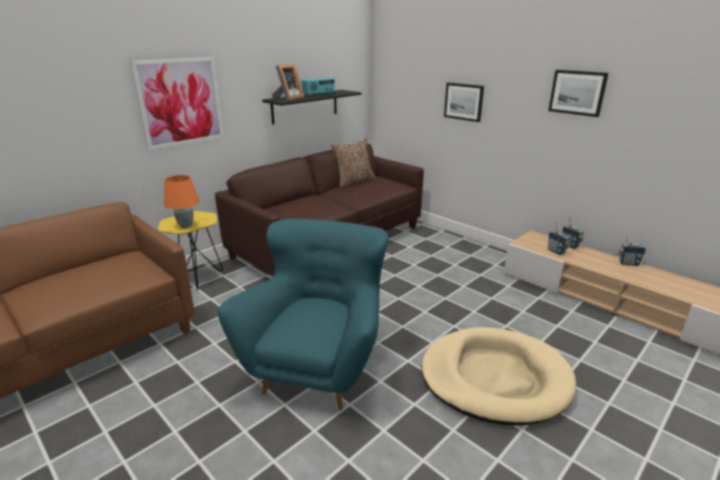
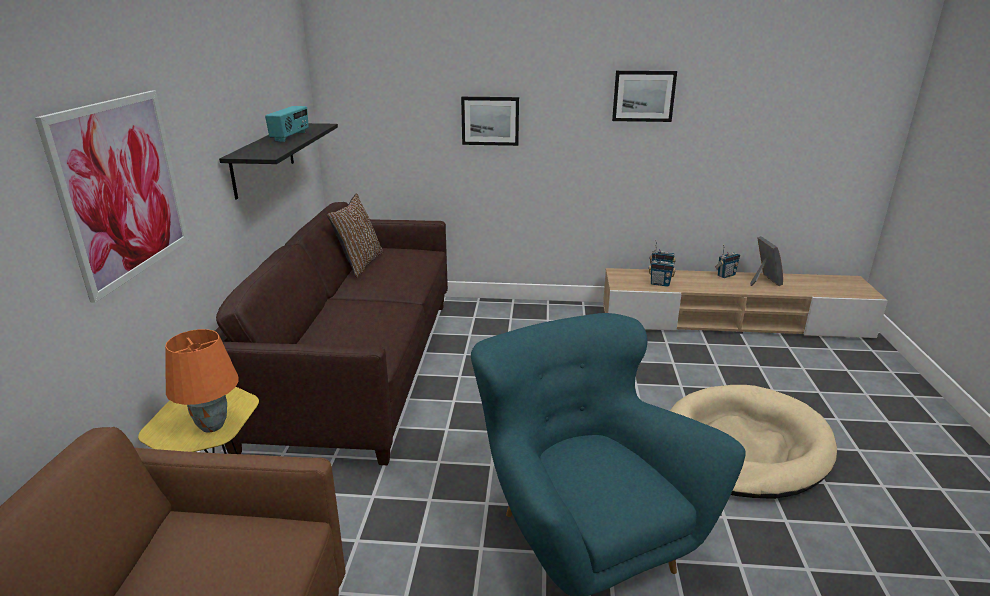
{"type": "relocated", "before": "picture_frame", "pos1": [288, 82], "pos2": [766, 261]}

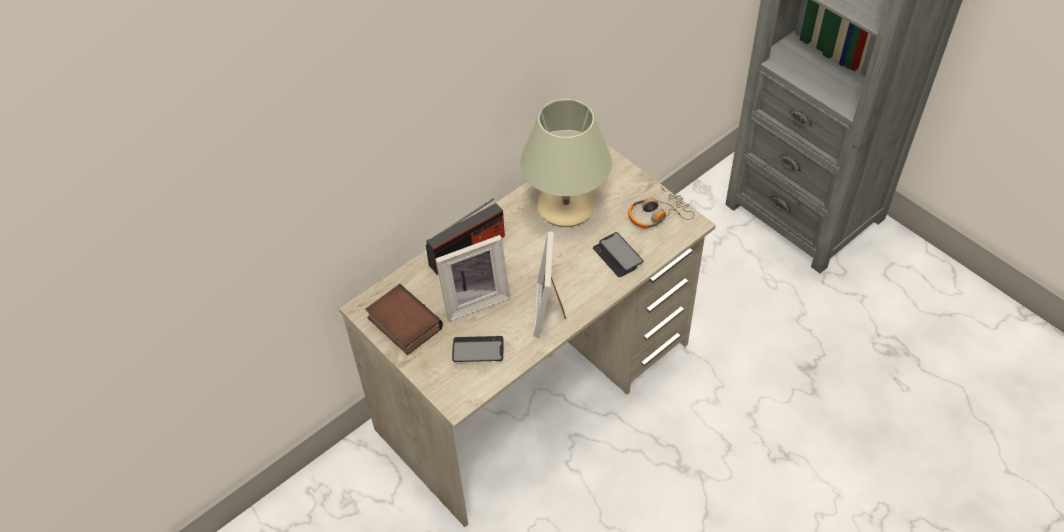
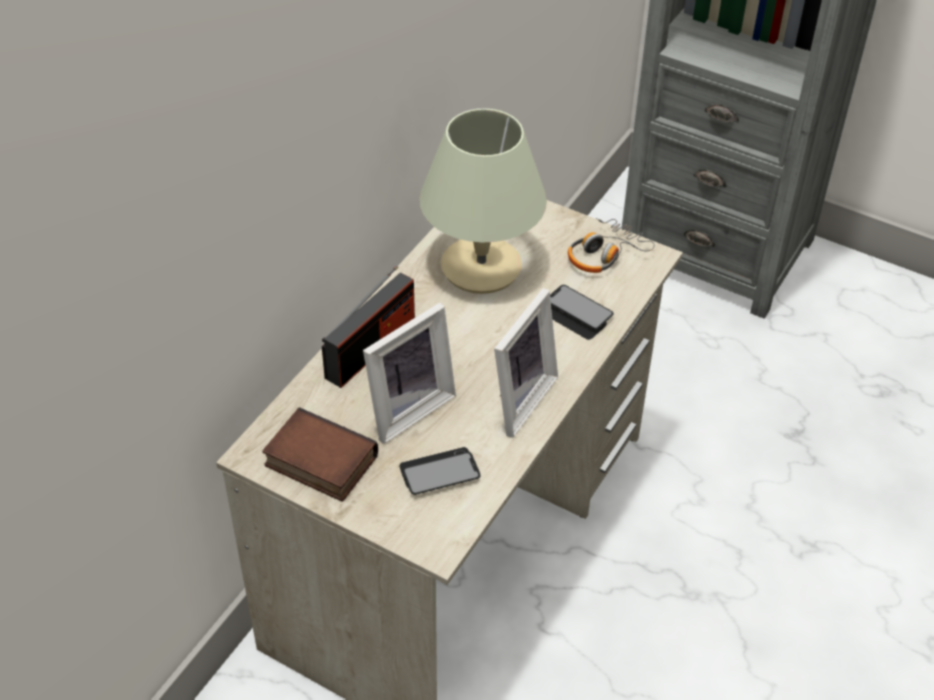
{"type": "spun", "before": "picture_frame", "pos1": [550, 284], "pos2": [526, 363], "turn": -135}

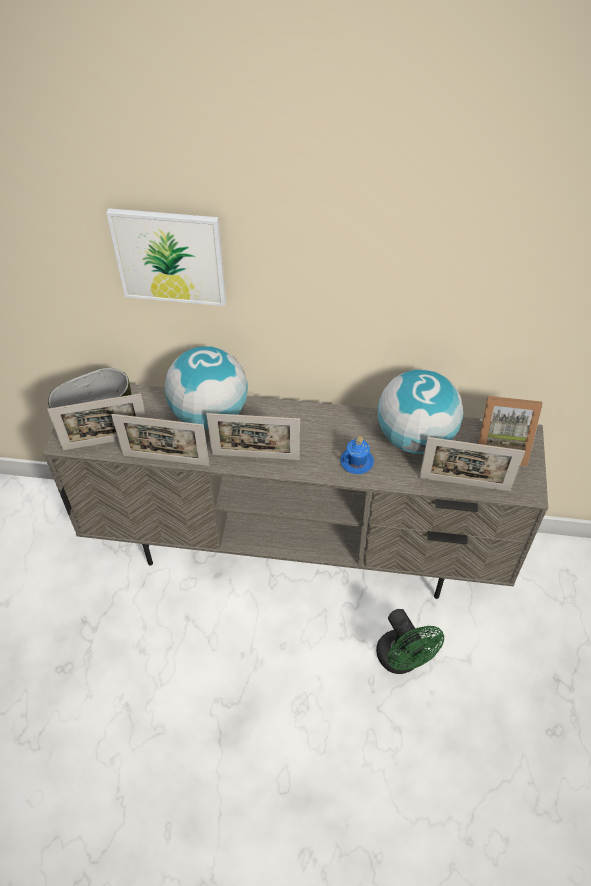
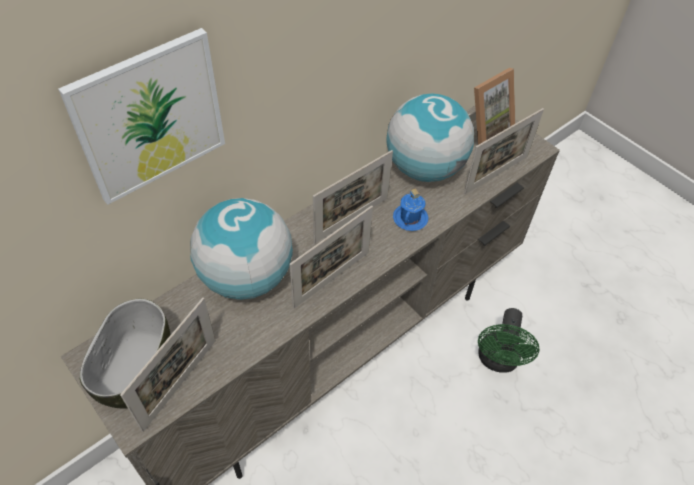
{"type": "relocated", "before": "picture_frame", "pos1": [160, 440], "pos2": [353, 196]}
{"type": "spun", "before": "greenish_fan", "pos1": [410, 641], "pos2": [508, 340], "turn": 90}

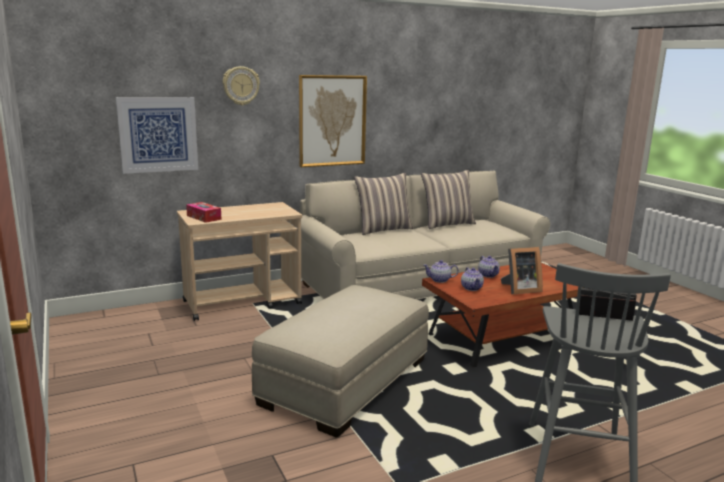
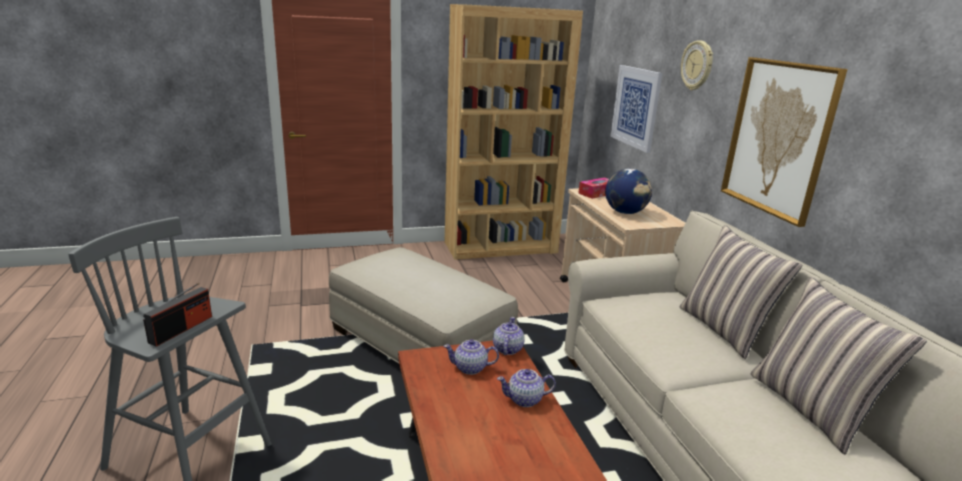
{"type": "missing", "before": "picture_frame", "pos1": [522, 270]}
{"type": "appeared", "after": "brown_shelving_unit", "pos2": [514, 132]}
{"type": "appeared", "after": "world_globe", "pos2": [628, 191]}

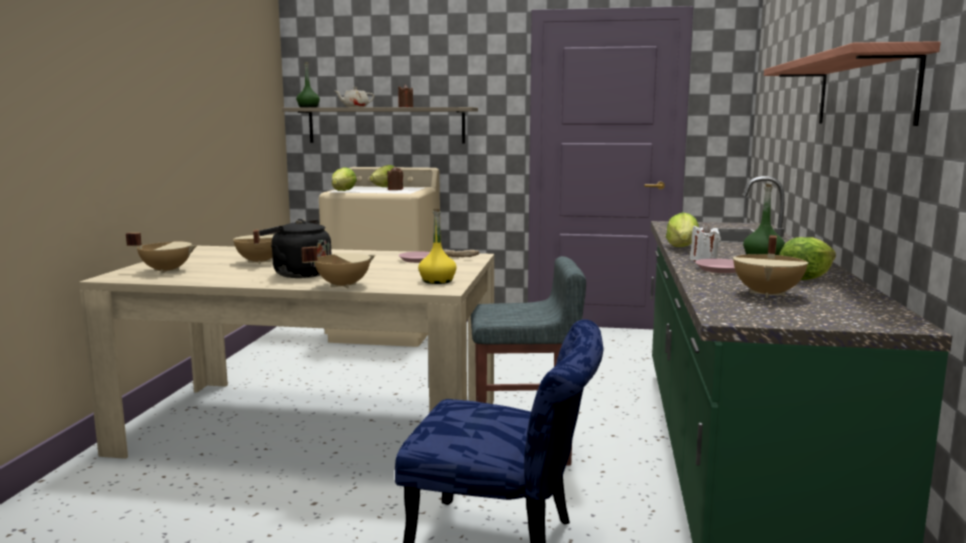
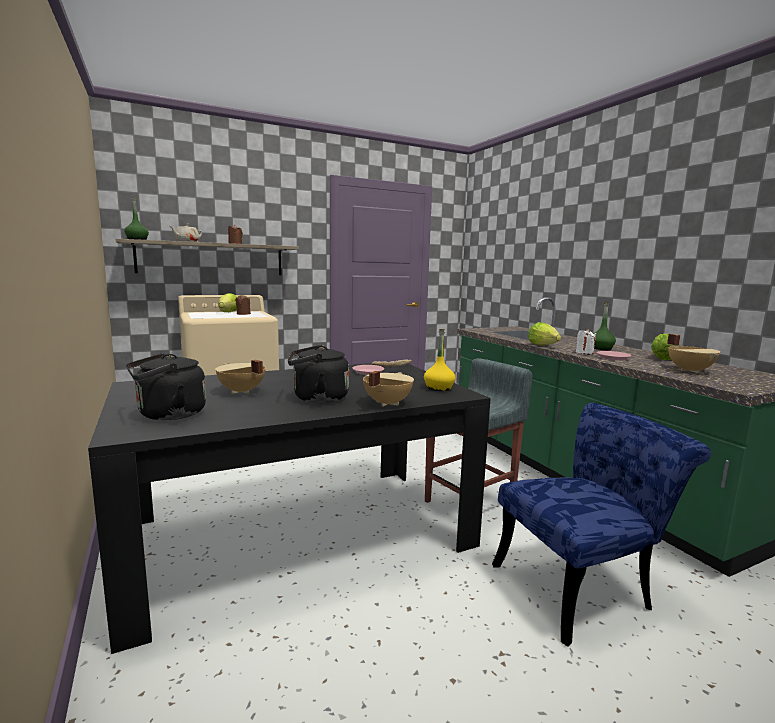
{"type": "missing", "before": "lettuce", "pos1": [344, 179]}
{"type": "missing", "before": "bracket_shelf", "pos1": [852, 83]}
{"type": "exchanged", "before": "sand-coloured_stockpot", "after": "blackish_water_kettle", "pos1": [161, 253], "pos2": [166, 386]}
{"type": "colour", "before": "sand-coloured_dining_table", "after": "blackish_dining_table", "pos1": [286, 352], "pos2": [289, 508]}

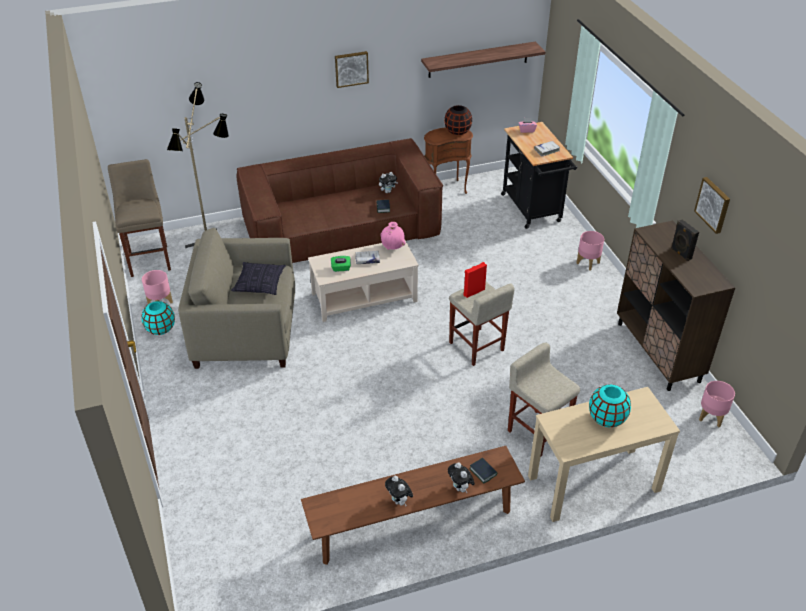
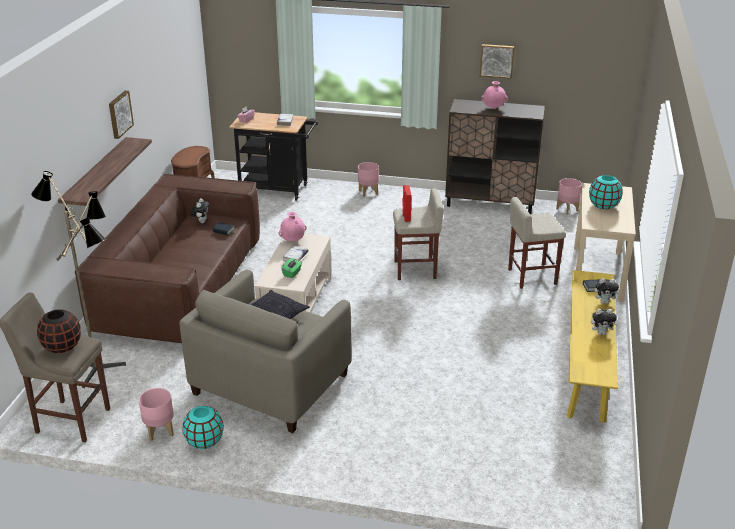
{"type": "relocated", "before": "bracket_shelf", "pos1": [483, 60], "pos2": [105, 176]}
{"type": "relocated", "before": "blackish_flower_vase", "pos1": [458, 120], "pos2": [59, 331]}
{"type": "exchanged", "before": "blackish_audio_speaker", "after": "pinkish_flower_vase", "pos1": [685, 240], "pos2": [494, 95]}
{"type": "colour", "before": "brown_long_seat", "after": "yellow-coloured_long_seat", "pos1": [413, 505], "pos2": [592, 346]}

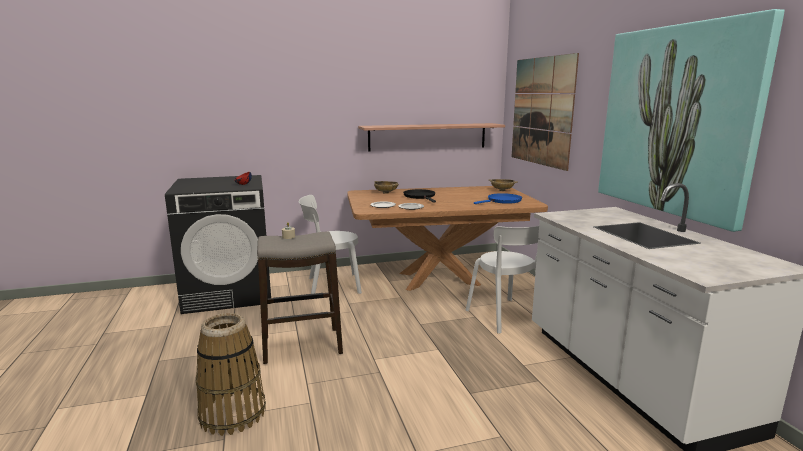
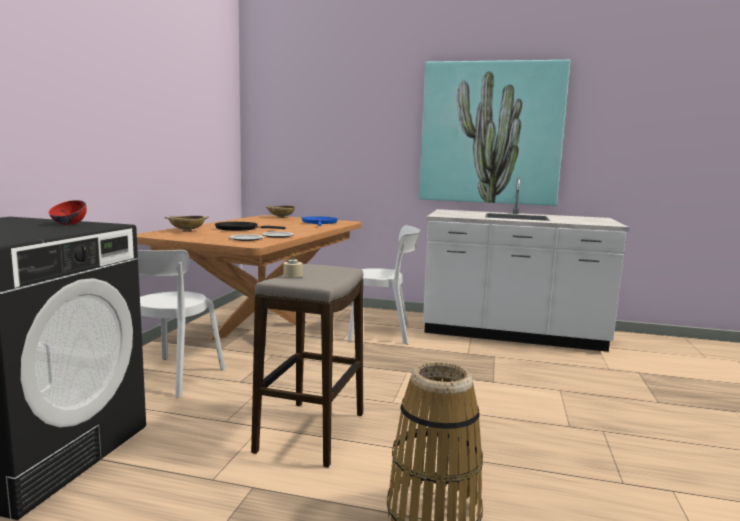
{"type": "missing", "before": "bracket_shelf", "pos1": [431, 137]}
{"type": "missing", "before": "wall_art", "pos1": [545, 112]}

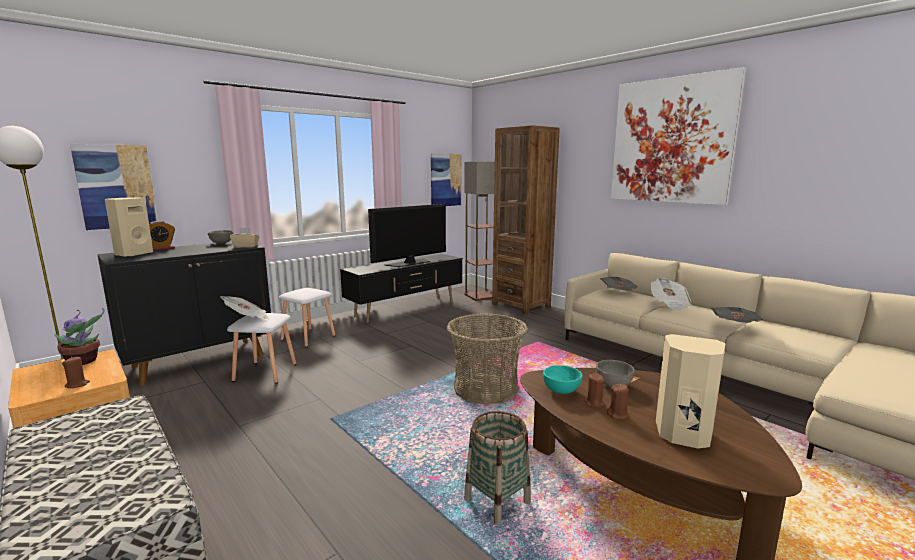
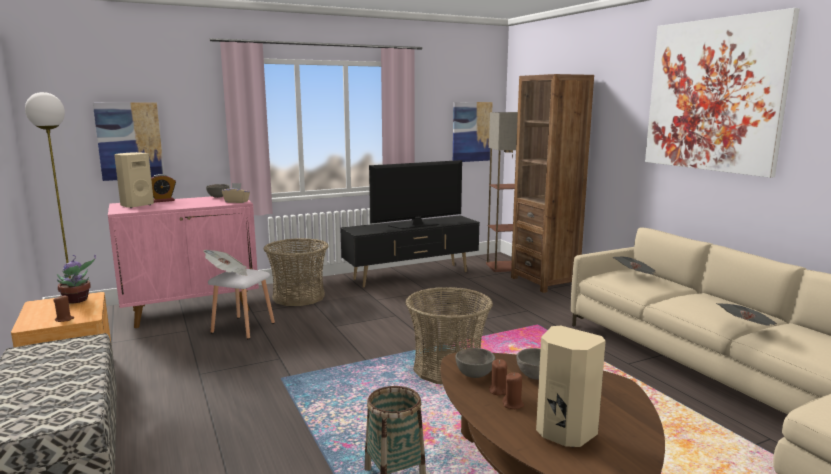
{"type": "missing", "before": "newspaper", "pos1": [671, 294]}
{"type": "exchanged", "before": "whitish_sitting_stool", "after": "household_basket", "pos1": [307, 317], "pos2": [296, 272]}
{"type": "colour", "before": "blackish_cabinet", "after": "pinkish_cabinet", "pos1": [184, 313], "pos2": [183, 262]}
{"type": "colour", "before": "turquoise-coloured_deep_dish", "after": "greyish_deep_dish", "pos1": [563, 379], "pos2": [475, 363]}

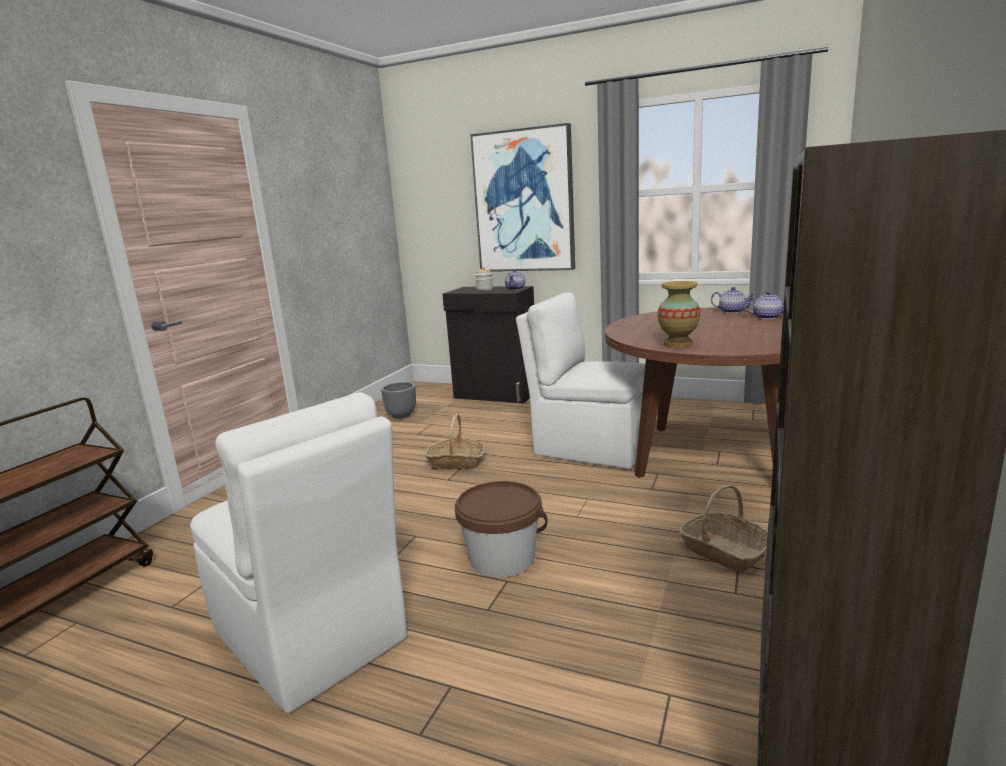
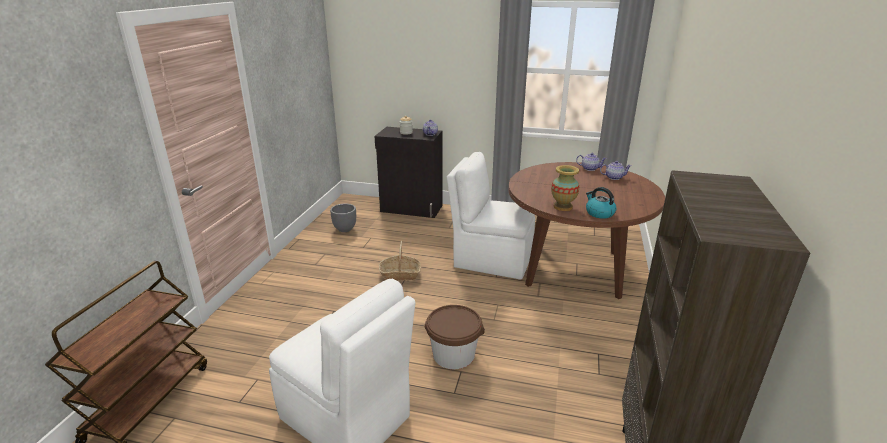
{"type": "missing", "before": "wall_art", "pos1": [522, 197]}
{"type": "missing", "before": "household_basket", "pos1": [723, 528]}
{"type": "appeared", "after": "water_kettle", "pos2": [601, 203]}

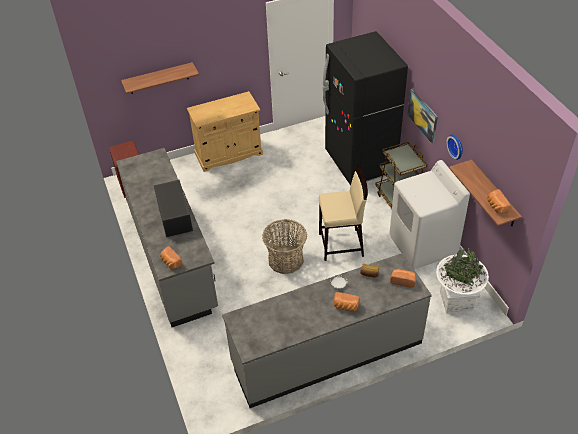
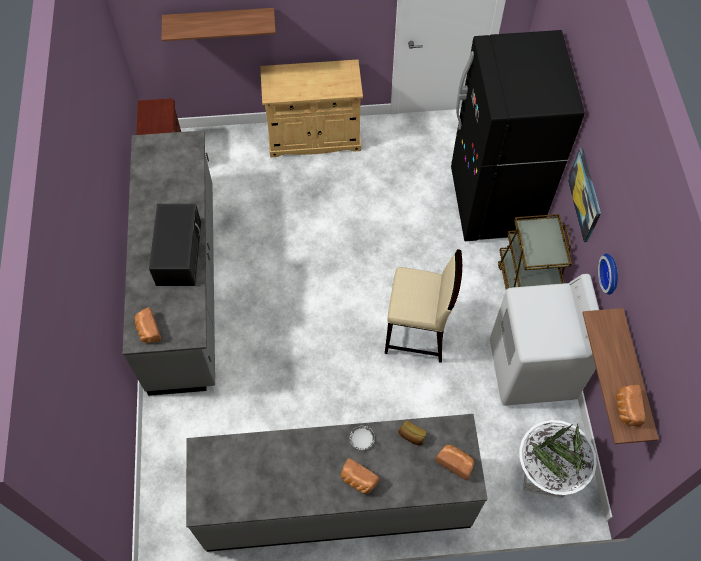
{"type": "missing", "before": "household_basket", "pos1": [284, 246]}

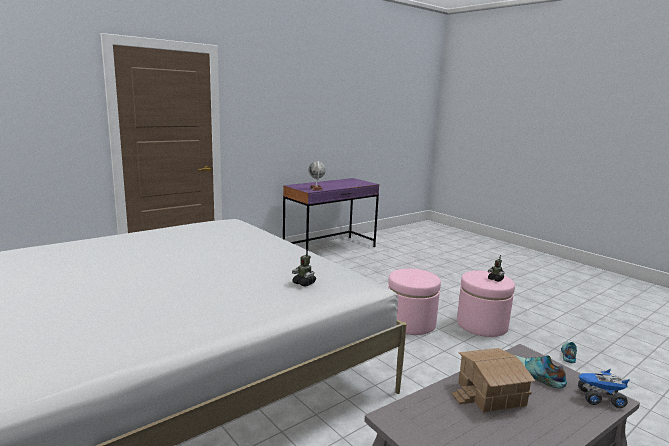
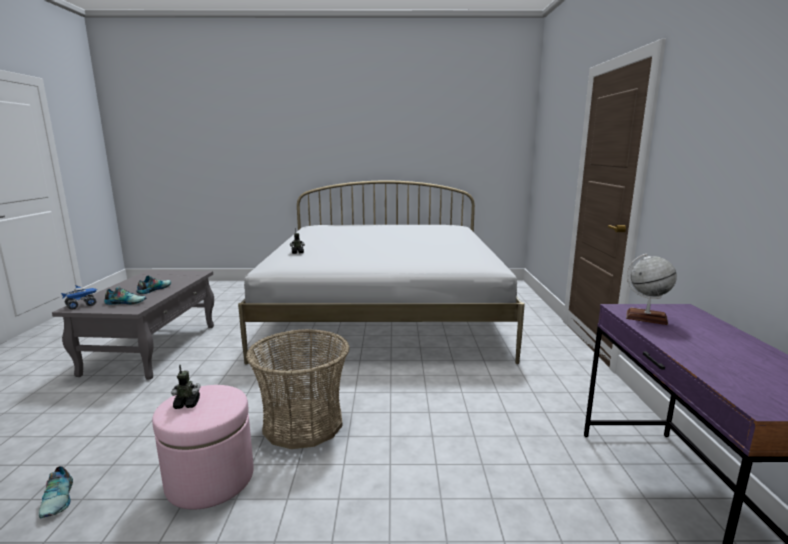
{"type": "exchanged", "before": "pinkish_footrest", "after": "household_basket", "pos1": [414, 302], "pos2": [298, 389]}
{"type": "exchanged", "before": "miniature_house", "after": "low_shoe", "pos1": [493, 380], "pos2": [153, 284]}

